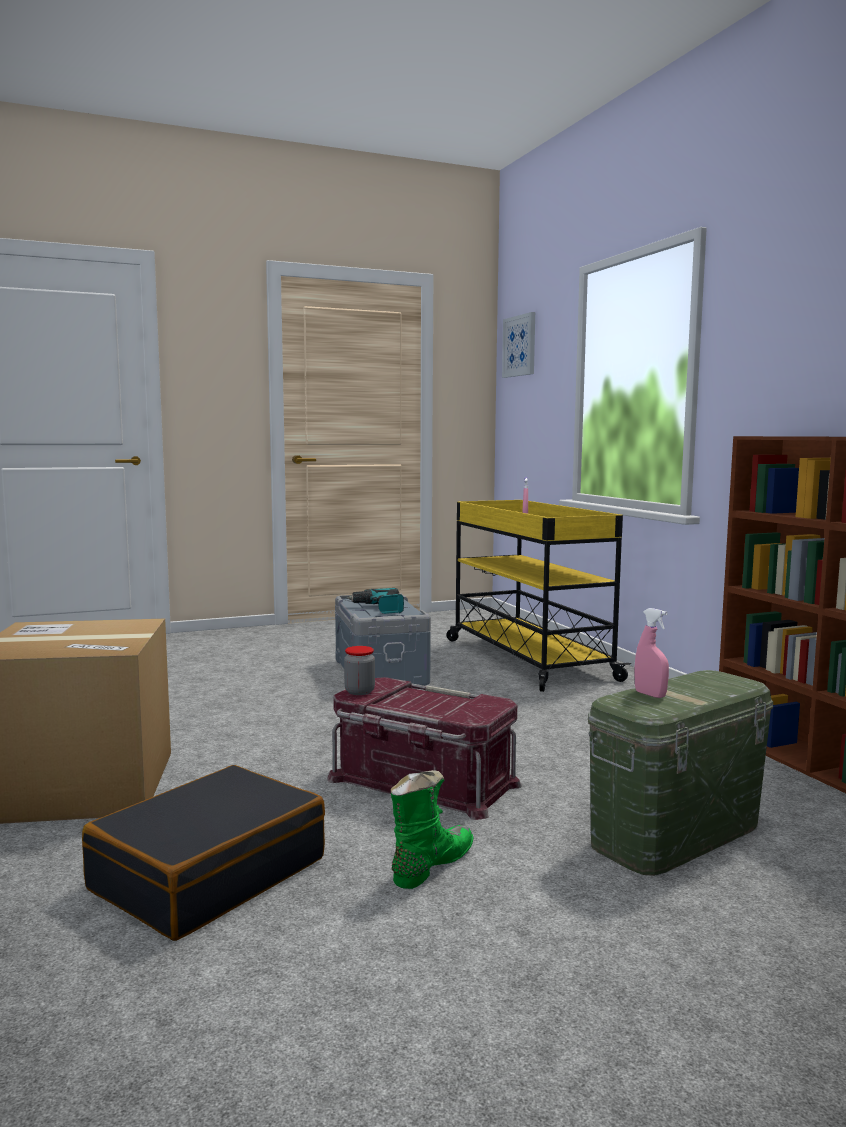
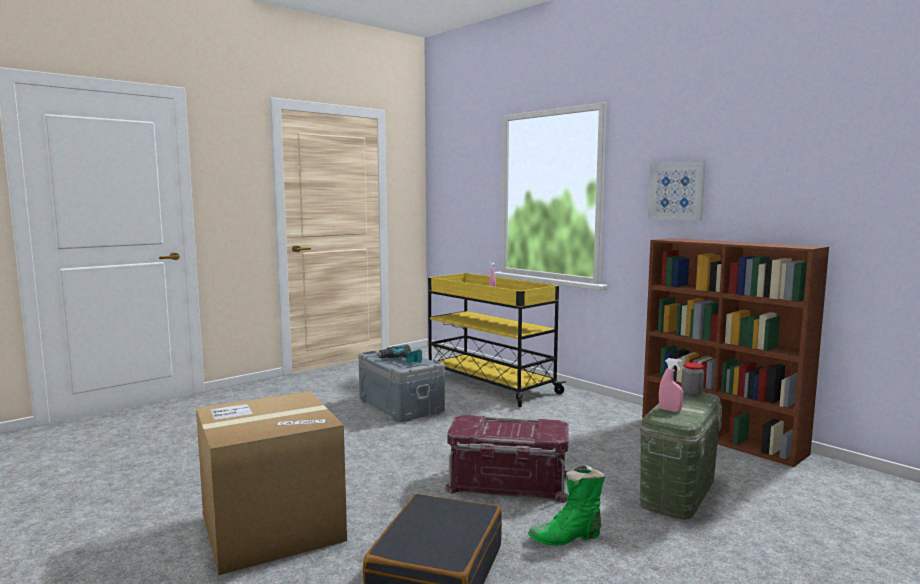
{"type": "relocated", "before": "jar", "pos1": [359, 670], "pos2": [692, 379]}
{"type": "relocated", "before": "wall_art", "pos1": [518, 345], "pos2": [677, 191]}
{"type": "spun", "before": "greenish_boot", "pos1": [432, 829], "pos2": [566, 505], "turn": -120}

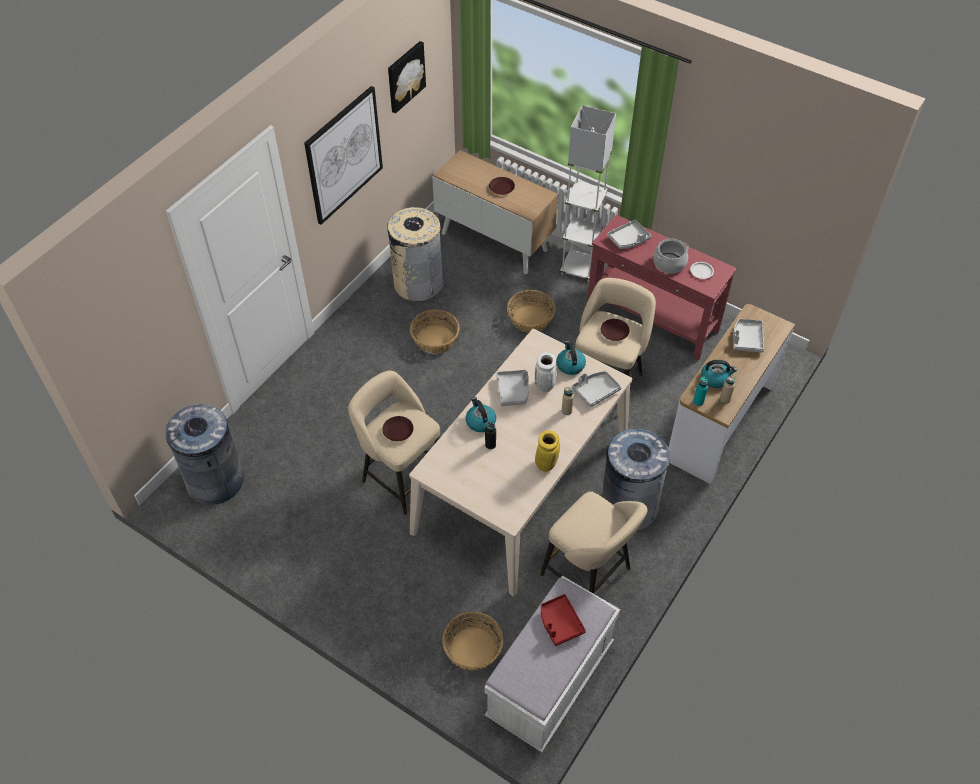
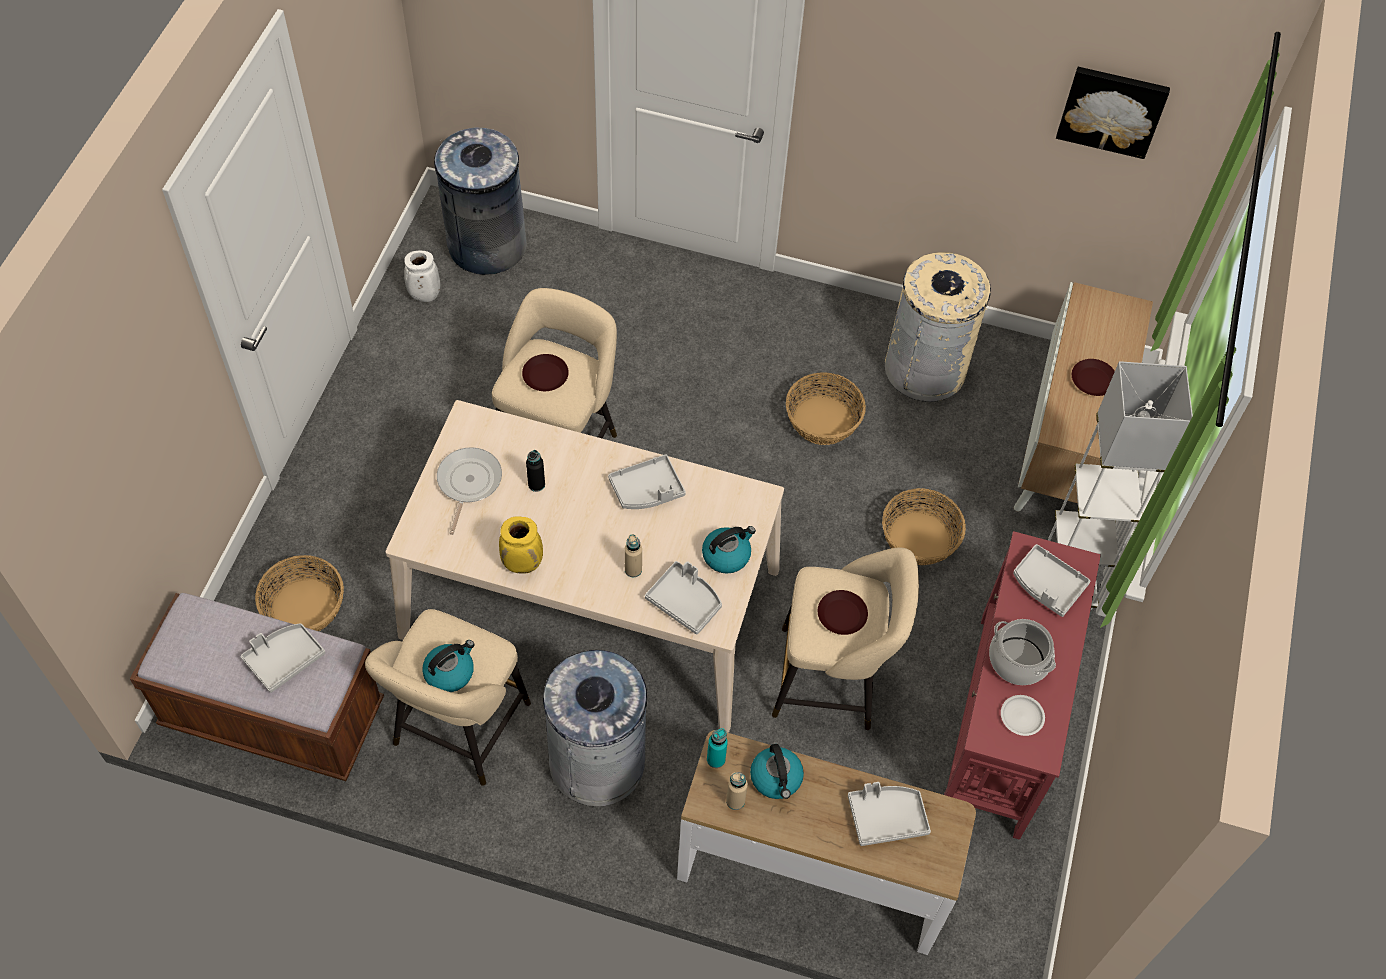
{"type": "missing", "before": "wall_art", "pos1": [343, 155]}
{"type": "appeared", "after": "skillet", "pos2": [469, 491]}
{"type": "relocated", "before": "water_kettle", "pos1": [481, 414], "pos2": [448, 666]}
{"type": "relocated", "before": "whitish_flower_vase", "pos1": [546, 372], "pos2": [422, 276]}
{"type": "colour", "before": "whitish_long_seat", "after": "brown_long_seat", "pos1": [552, 664], "pos2": [257, 687]}
{"type": "colour", "before": "red_tray", "after": "greyish_tray", "pos1": [563, 620], "pos2": [283, 658]}

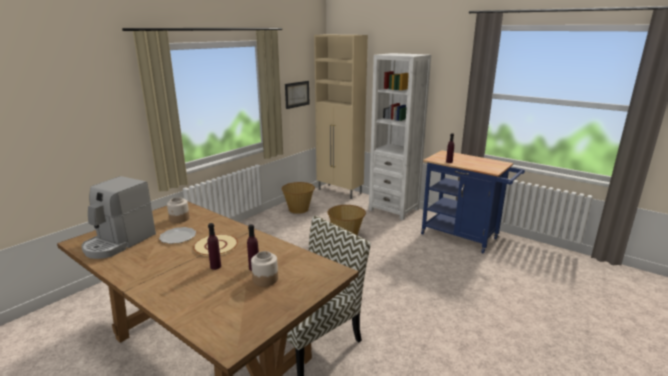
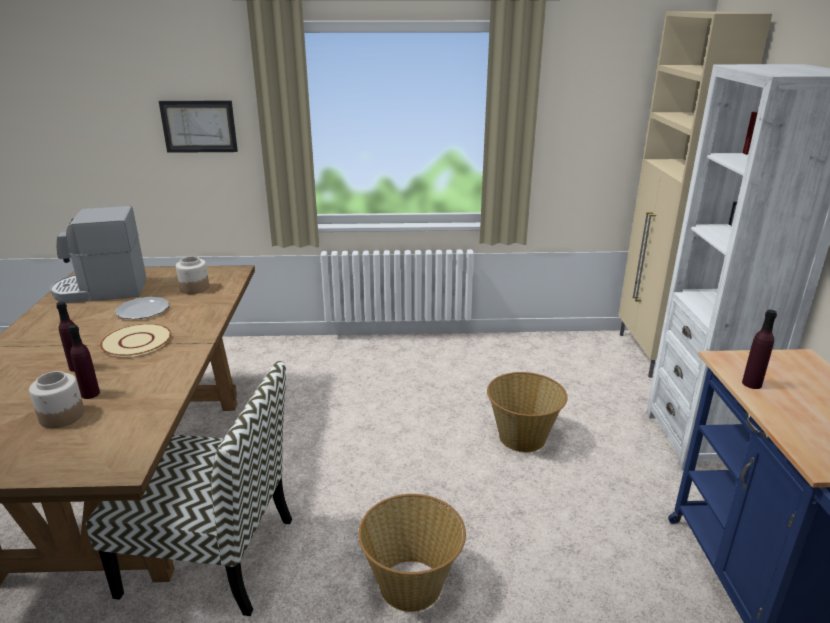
{"type": "relocated", "before": "household_basket", "pos1": [298, 198], "pos2": [412, 553]}
{"type": "relocated", "before": "wall_art", "pos1": [297, 95], "pos2": [198, 126]}

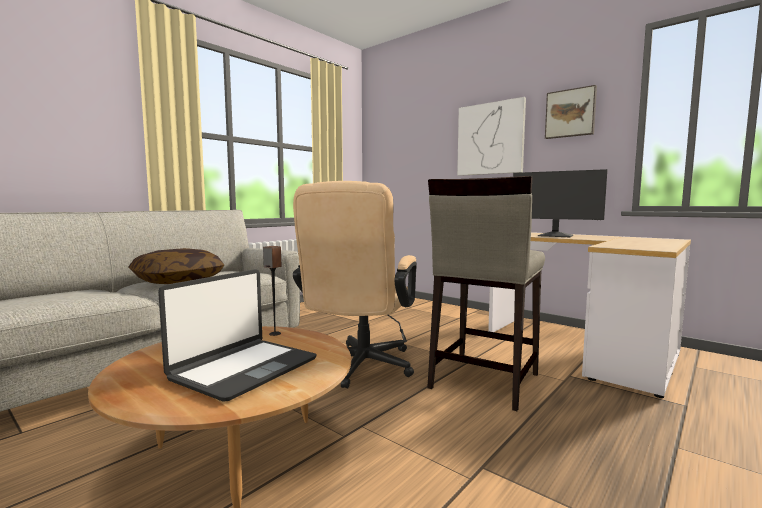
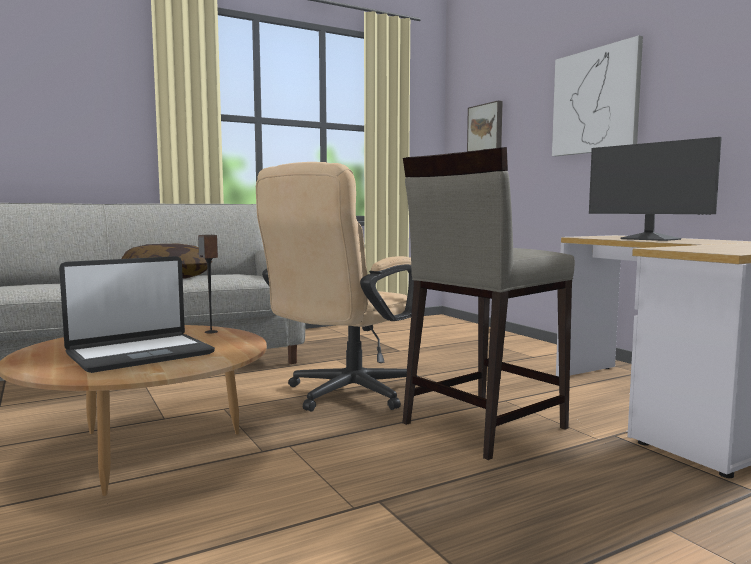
{"type": "relocated", "before": "wall_art", "pos1": [571, 112], "pos2": [485, 126]}

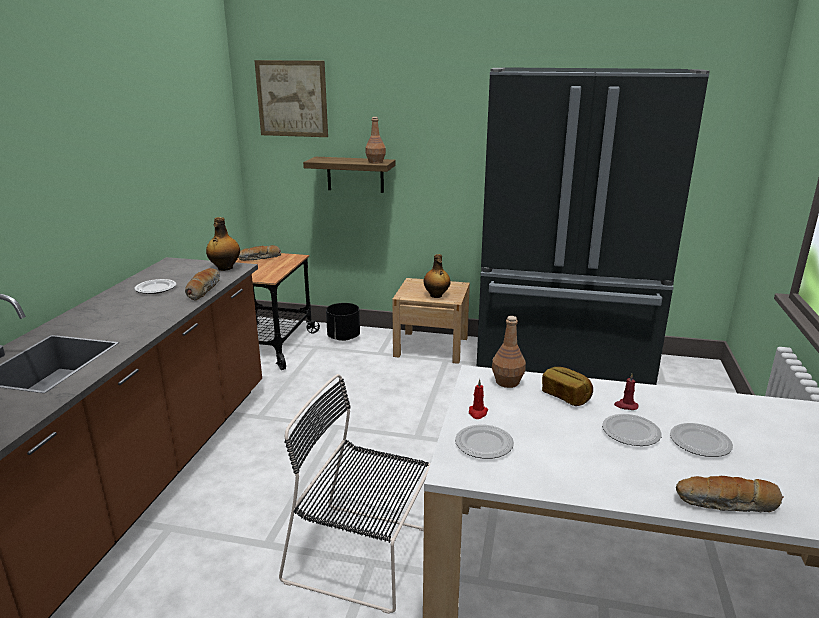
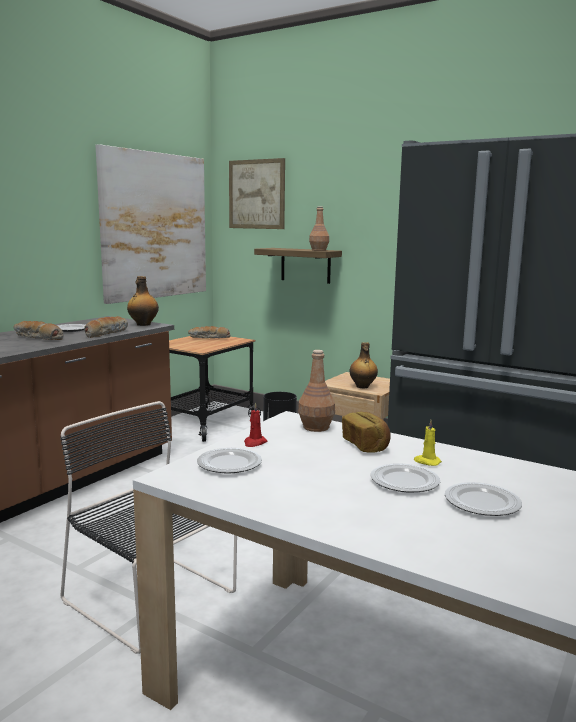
{"type": "appeared", "after": "wall_art", "pos2": [150, 224]}
{"type": "relocated", "before": "baked_bread", "pos1": [729, 494], "pos2": [38, 330]}
{"type": "colour", "before": "red_candle", "after": "yellow-coloured_candle", "pos1": [626, 392], "pos2": [428, 443]}

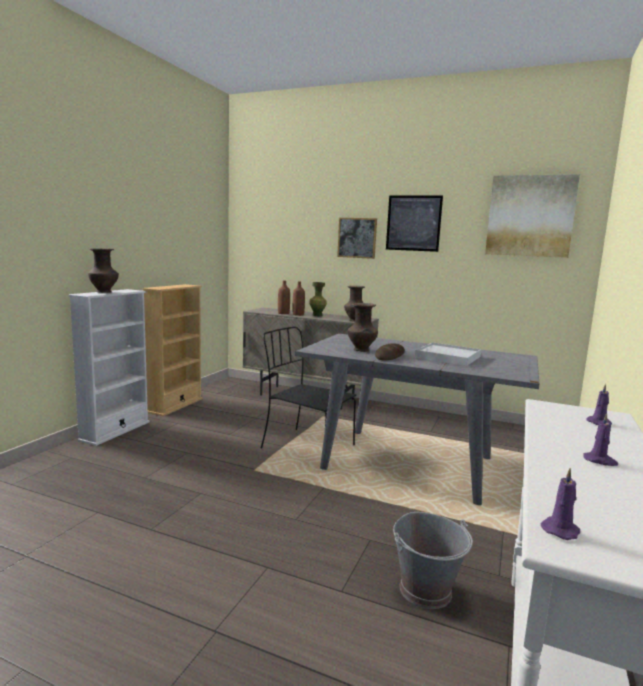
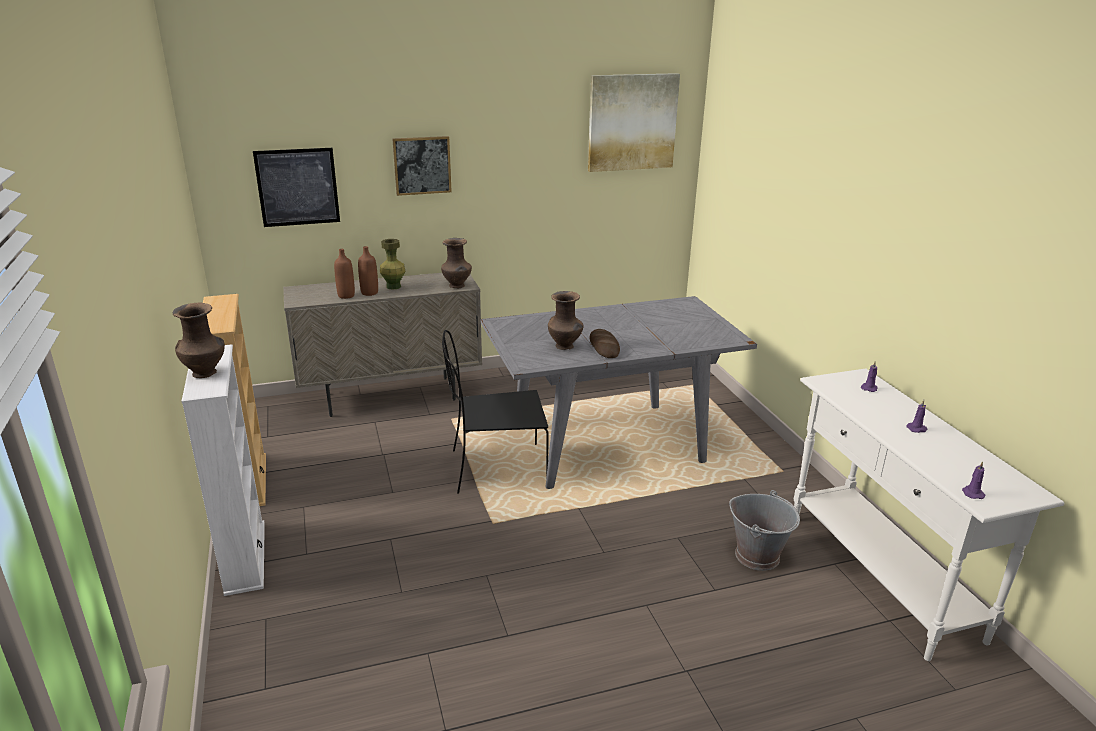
{"type": "missing", "before": "whitish_tray", "pos1": [448, 354]}
{"type": "relocated", "before": "wall_art", "pos1": [414, 224], "pos2": [296, 187]}

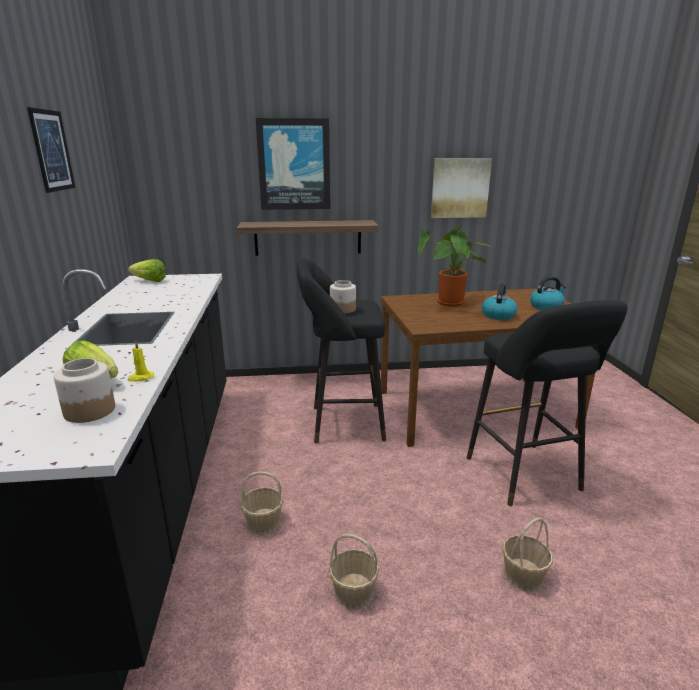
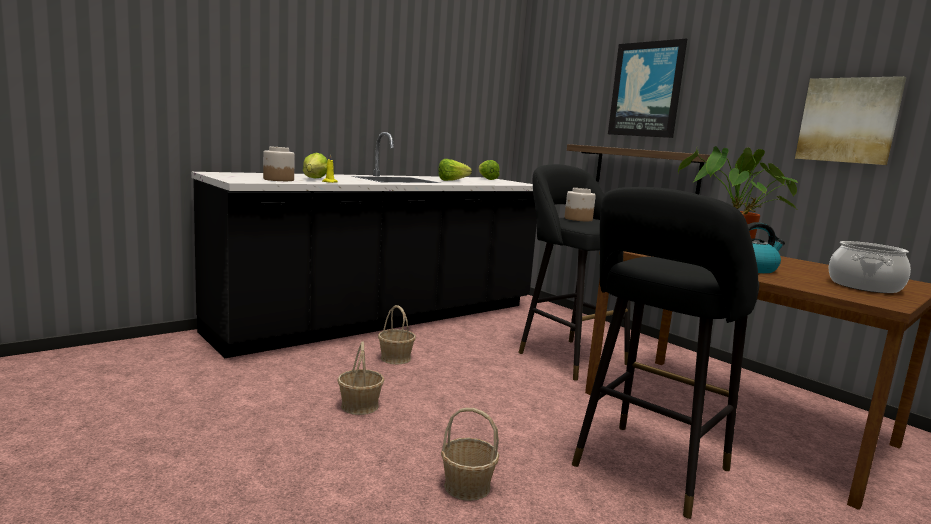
{"type": "missing", "before": "wall_art", "pos1": [51, 150]}
{"type": "appeared", "after": "lettuce", "pos2": [455, 170]}
{"type": "exchanged", "before": "water_kettle", "after": "stockpot", "pos1": [548, 293], "pos2": [869, 267]}

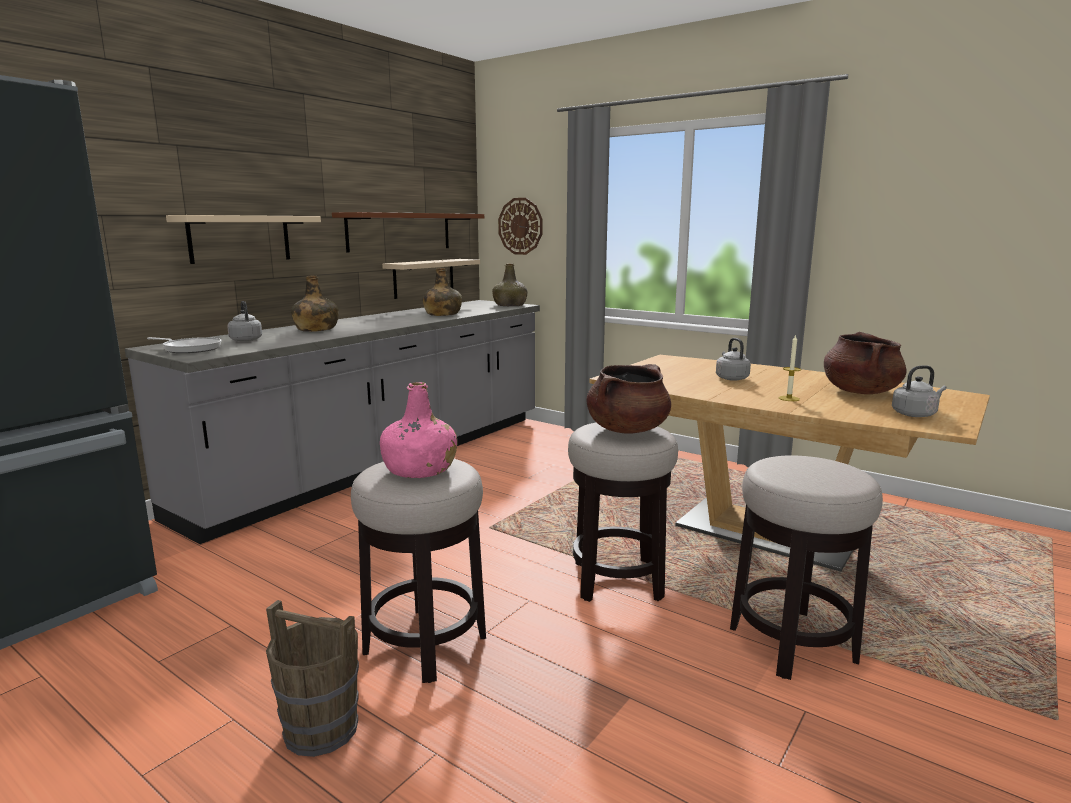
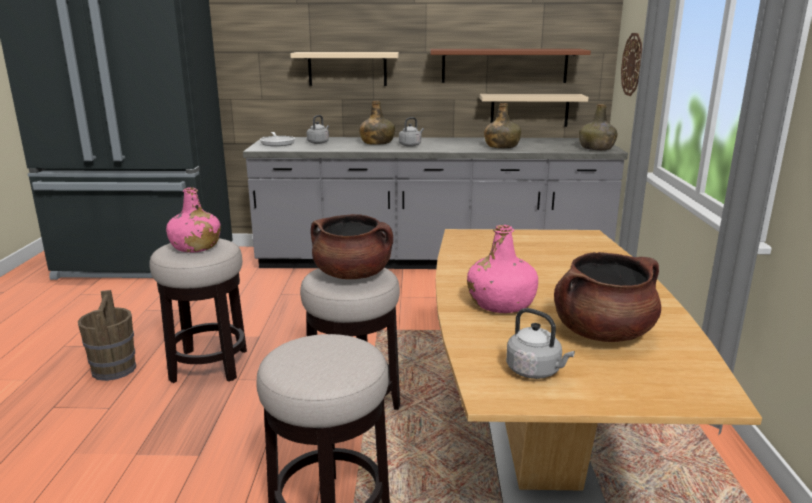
{"type": "relocated", "before": "greyish_water_kettle", "pos1": [733, 359], "pos2": [411, 132]}
{"type": "exchanged", "before": "candle", "after": "pinkish_beverage_bottle", "pos1": [790, 367], "pos2": [502, 269]}

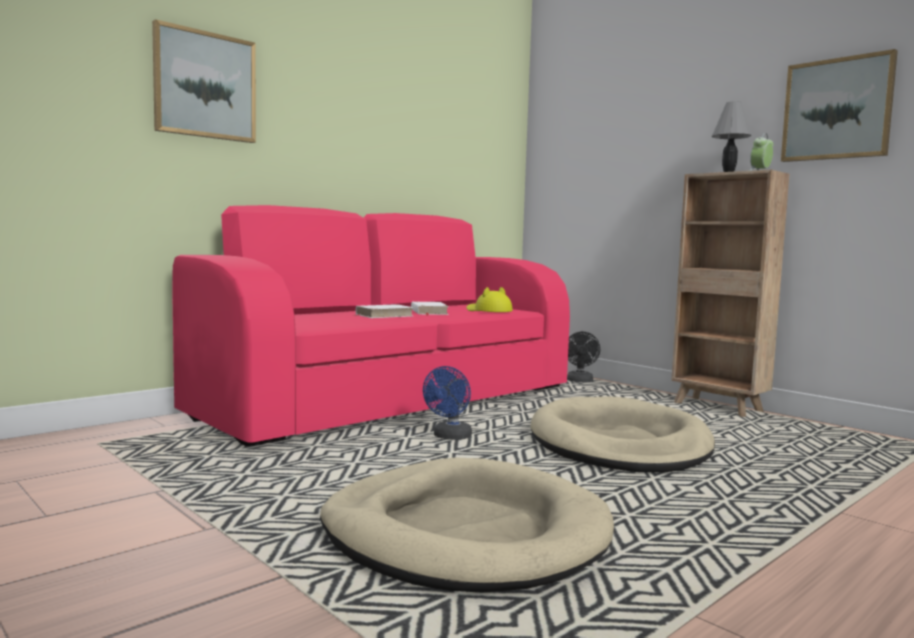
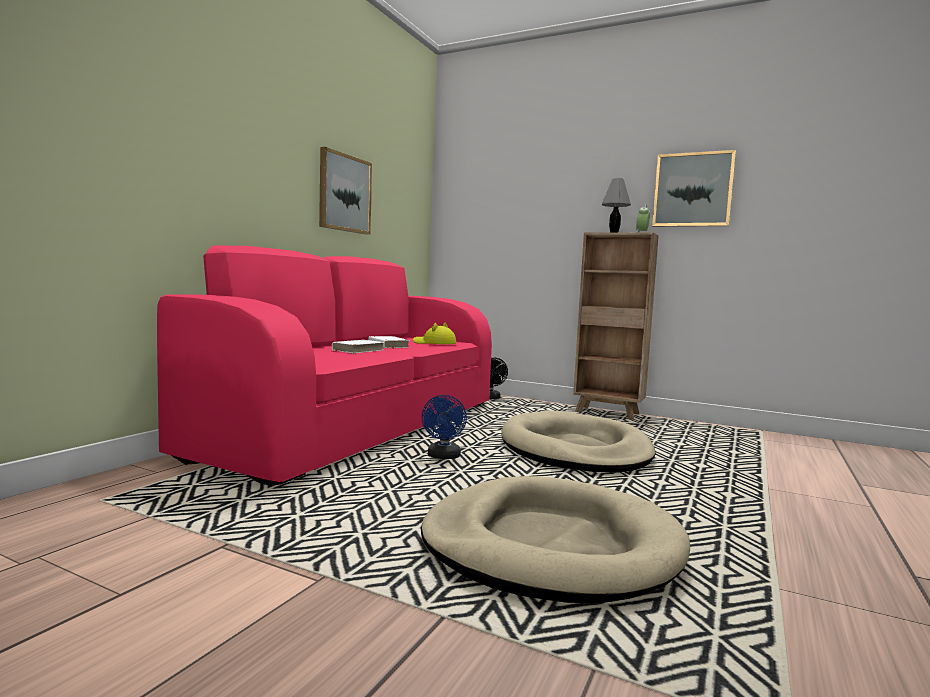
{"type": "relocated", "before": "wall_art", "pos1": [204, 81], "pos2": [345, 190]}

